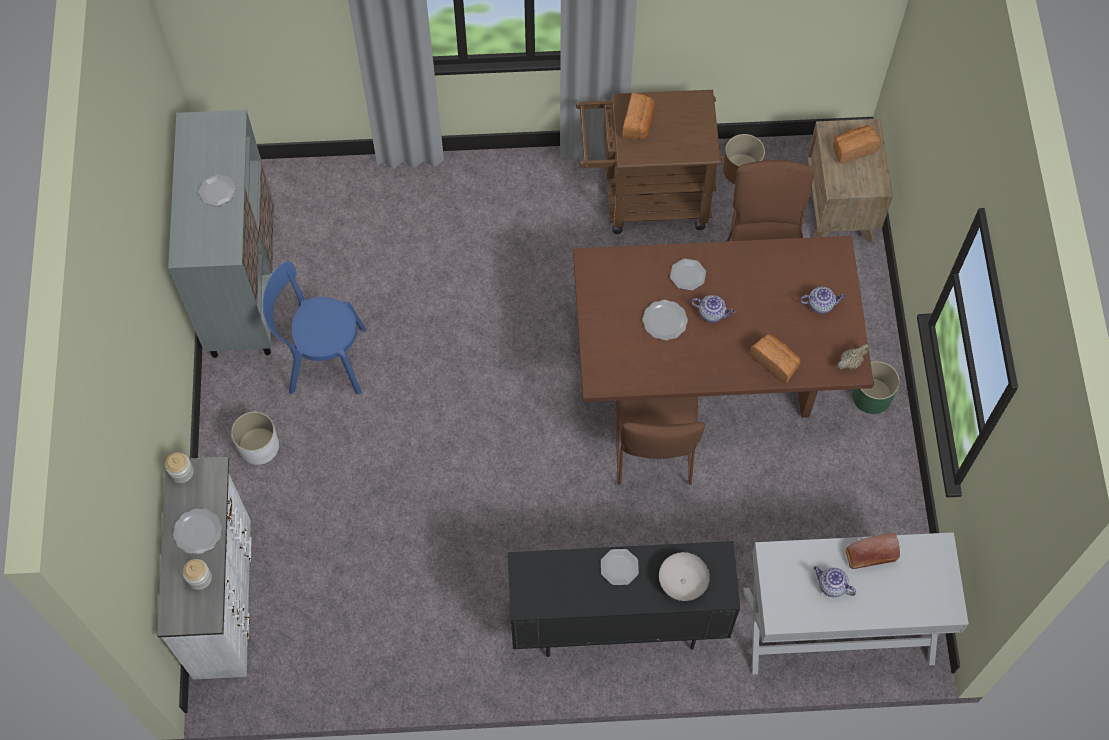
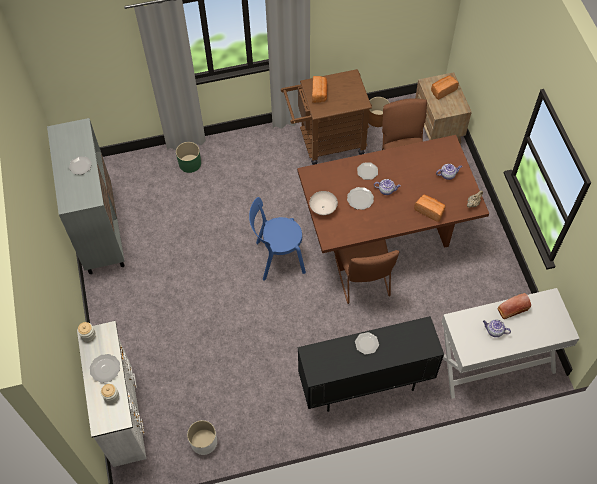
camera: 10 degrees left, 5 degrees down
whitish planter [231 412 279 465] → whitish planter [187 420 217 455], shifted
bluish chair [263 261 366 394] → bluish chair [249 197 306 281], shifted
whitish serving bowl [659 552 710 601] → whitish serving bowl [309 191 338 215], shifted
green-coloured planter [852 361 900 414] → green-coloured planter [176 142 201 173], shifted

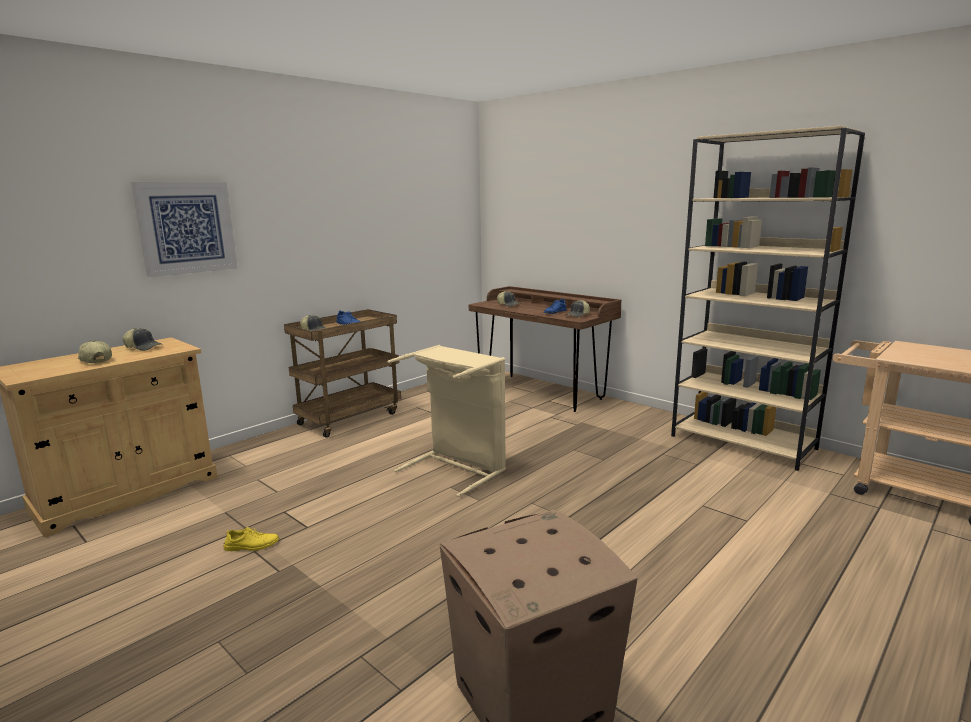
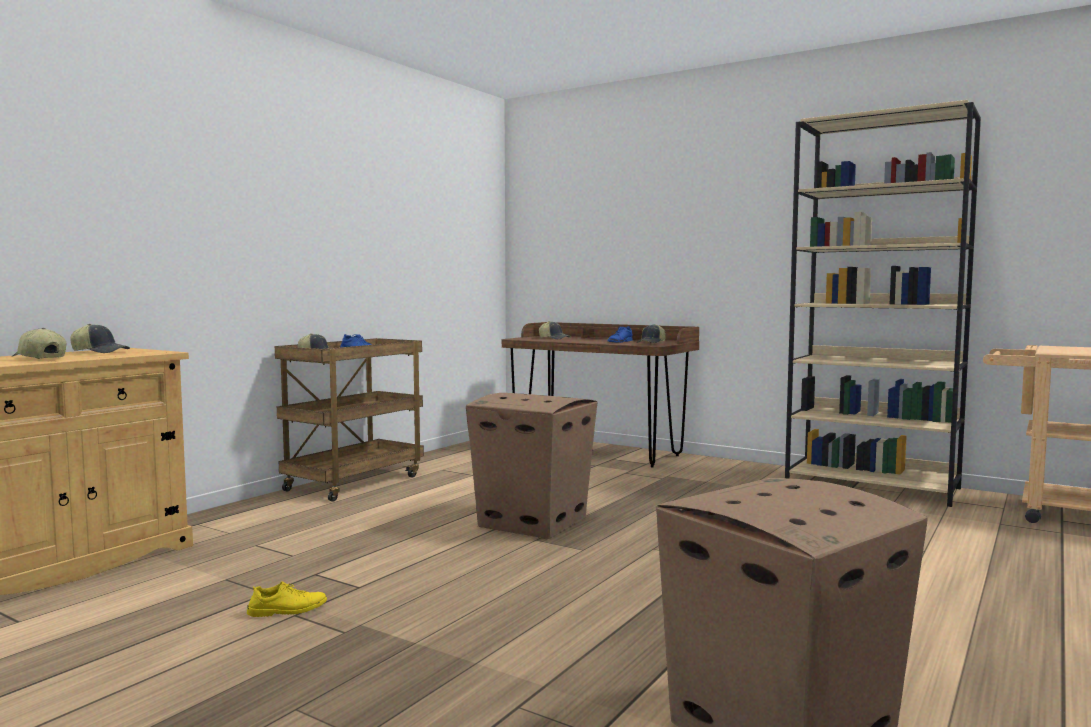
camera: 10 degrees left, 10 degrees down
wall art [131 182 237 277] → -
beige-coloured laundry basket [388 345 506 497] → cardboard box [466 393 598 539]

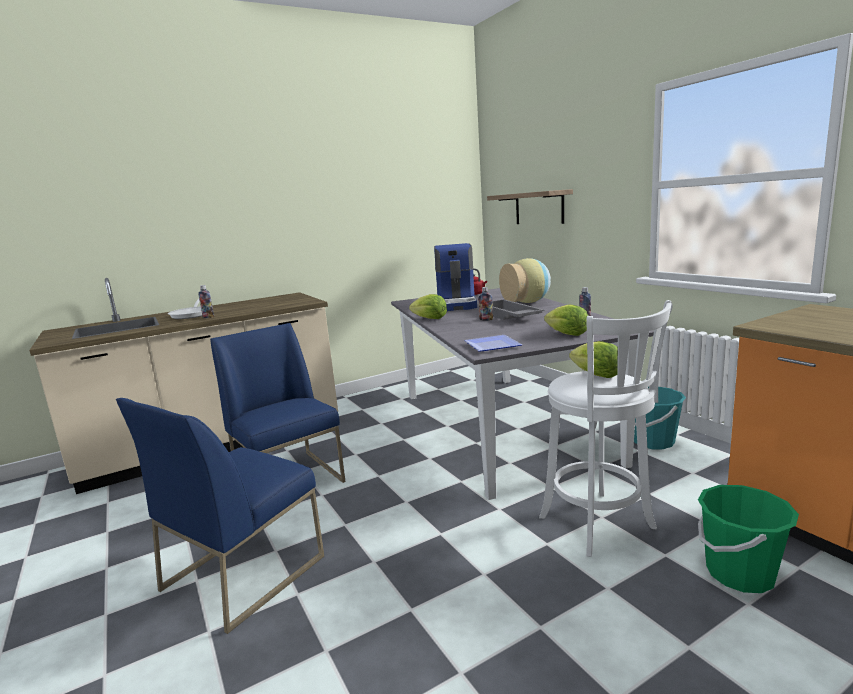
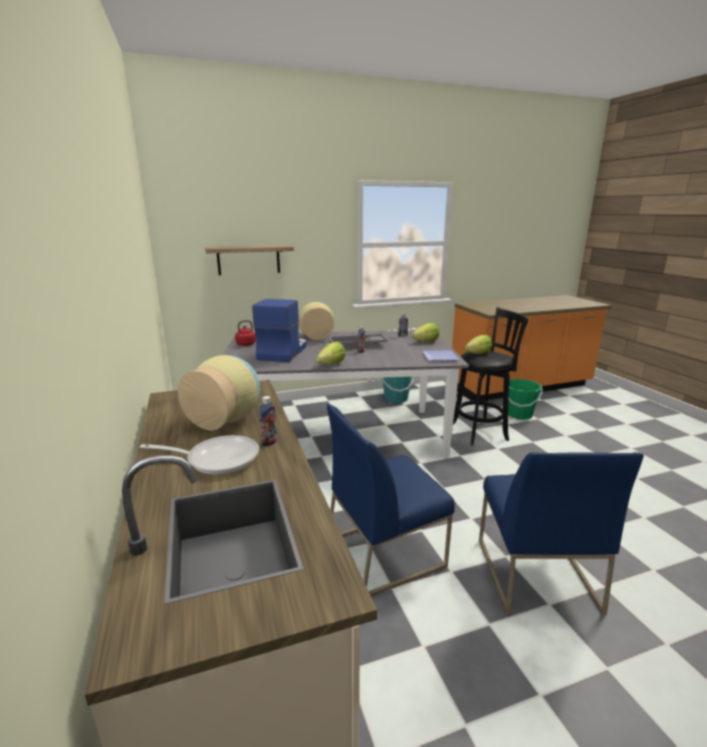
camera: 80 degrees left, 5 degrees up
bluish chair [116 398 324 634] → bluish chair [479 452 644 615], 45 degrees clockwise
coffee brewer [434 243 477 311] → coffee brewer [252 299 307 362], 90 degrees counterclockwise
whitish stool [539 300 673 557] → black-coloured stool [453 307 528 446]
- → decorative vase [177 355 260 430]

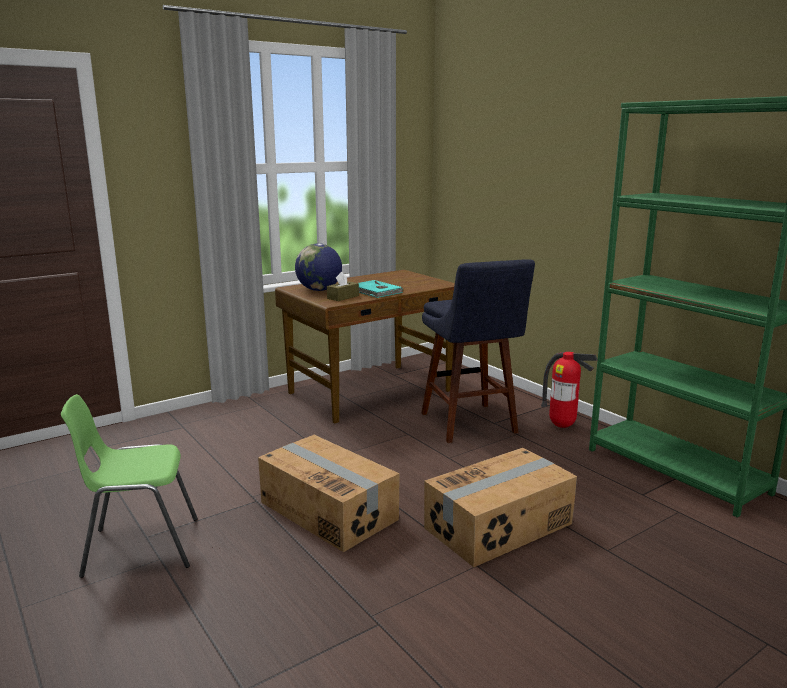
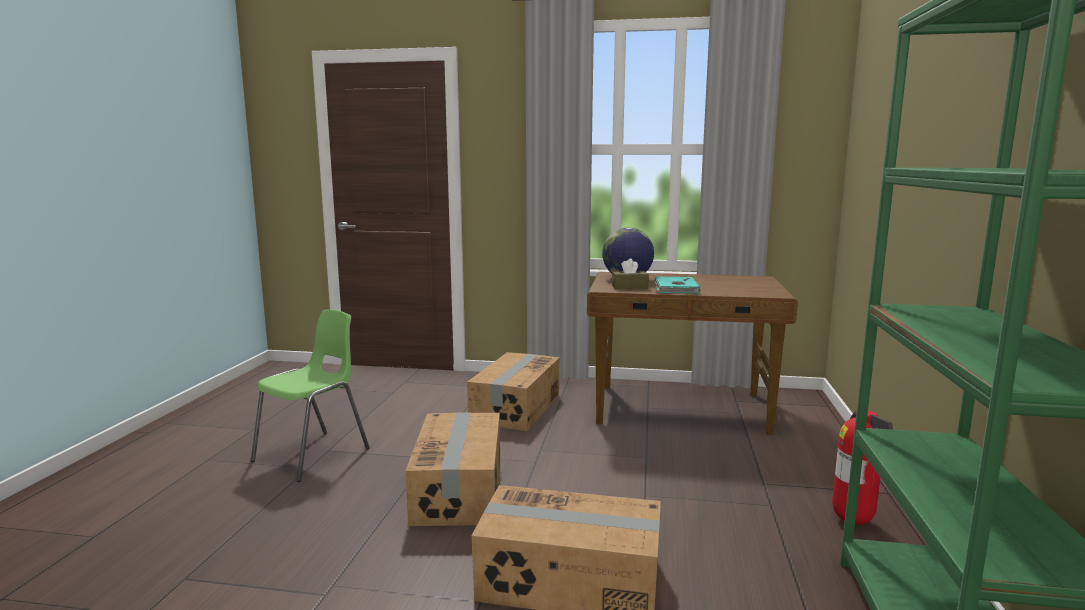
camera: 45 degrees right, 5 degrees down
green-coloured chair [61 394 198 578] → green-coloured chair [251 309 370 482], 90 degrees clockwise
bluish stool [421 259 535 443] → -
- → cardboard box [467 352 559 431]

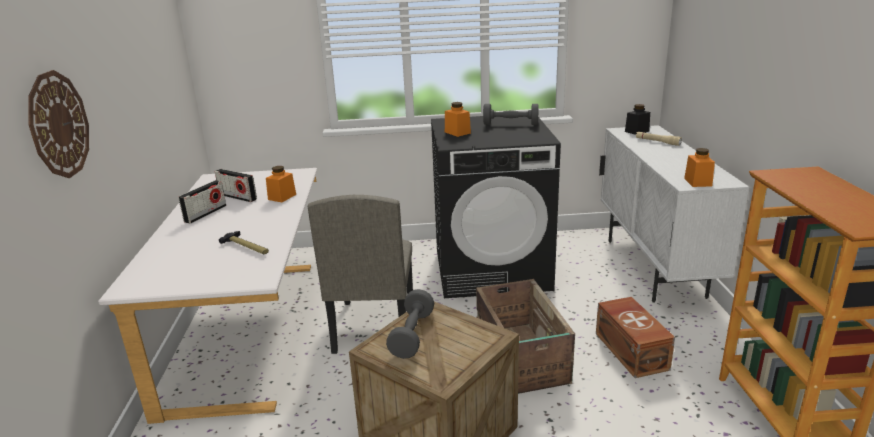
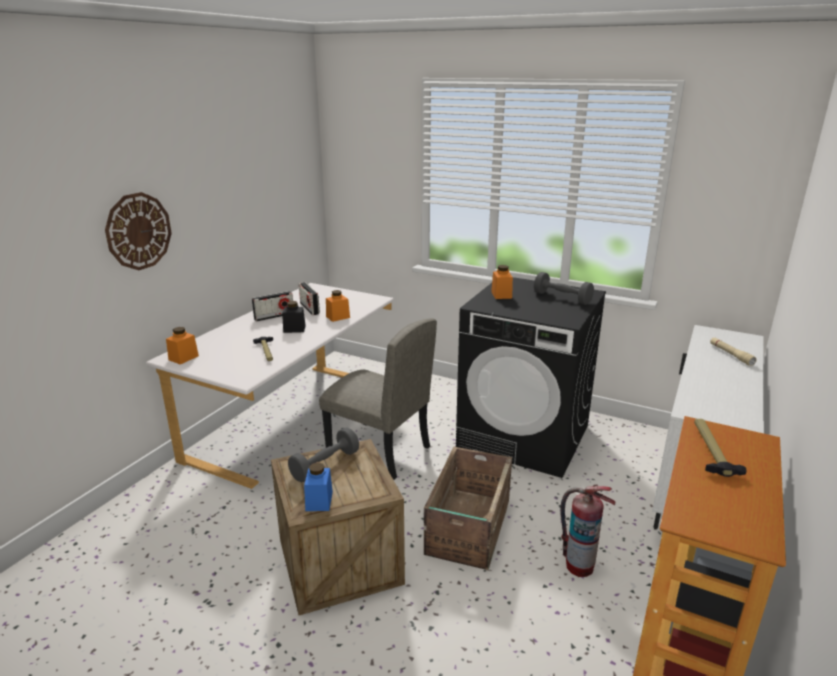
camera: 30 degrees right, 0 degrees up
beige-coloured chair [308 195 413 354] → beige-coloured chair [319 318 437 480], 90 degrees counterclockwise
brown storage container [596 297 675 378] → fire extinguisher [560 485 616 577]
black-coloured preserve jar [625 104 650 135] → black-coloured preserve jar [282 301 306 333], shifted
orange preserve jar [684 148 715 187] → orange preserve jar [166 327 199 364], shifted
- → bluish preserve jar [304 462 333 511]
- → tool hammer [694 419 746 477]

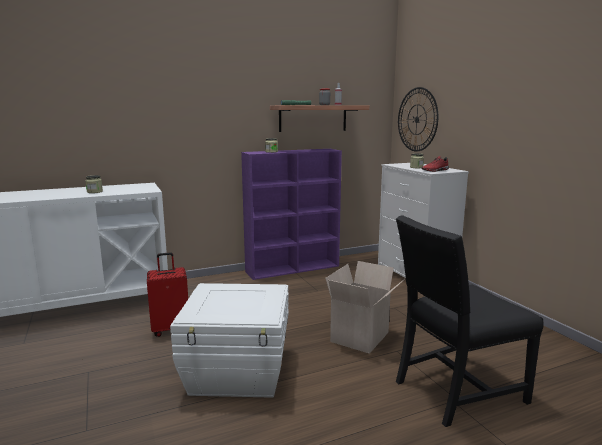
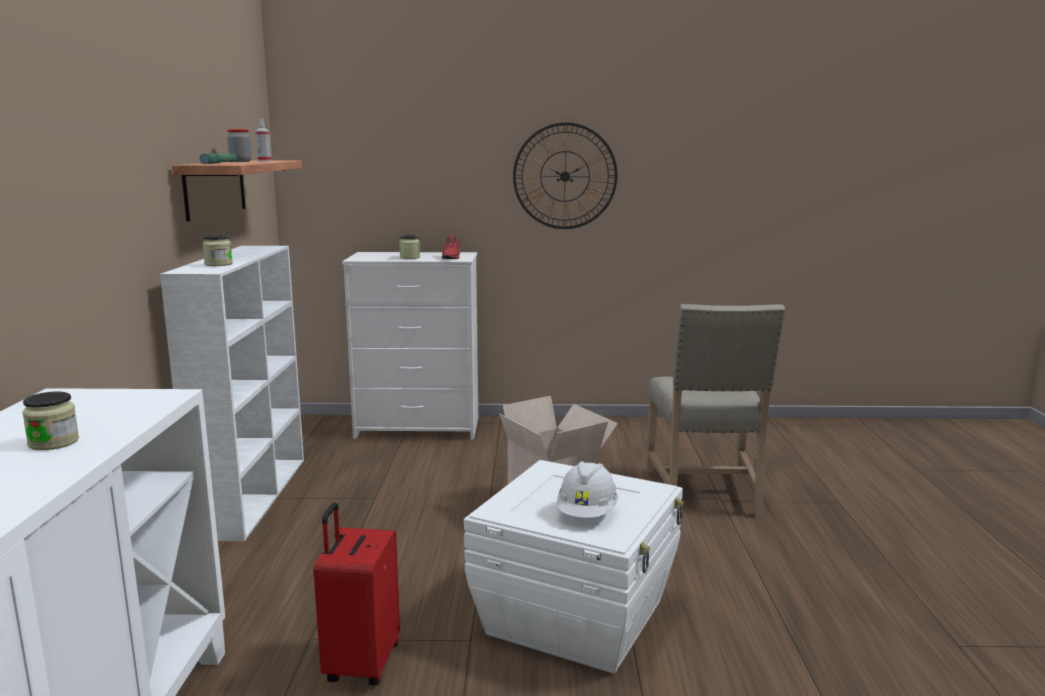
camera: 65 degrees left, 0 degrees up
purple-coloured bookshelf [241 149 342 280] → whitish bookshelf [160 246 304 541]
black-coloured chair [396 215 544 427] → beige-coloured chair [646 304 785 518]
wall clock [398 87 438 151] → wall clock [513 122 617 229], shifted
- → whitish hard hat [557 461 618 518]

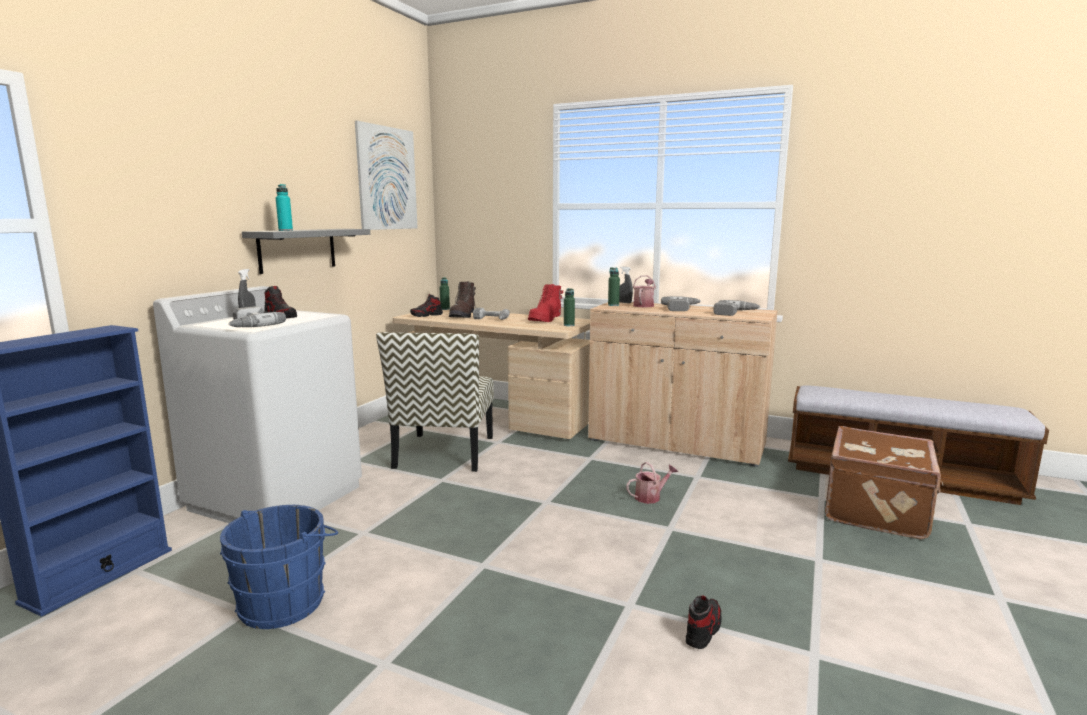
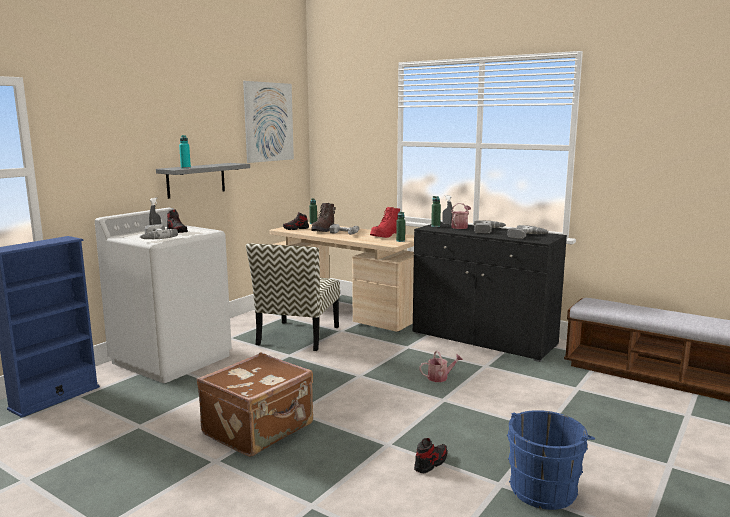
camera: 10 degrees right, 0 degrees up
bluish pail [220 505 338 629] → bluish pail [507 410 595 510], shifted
beige-coloured cupboard [588 302 778 467] → black-coloured cupboard [413 222 567 362]
brown piece of luggage [825 426 943 540] → brown piece of luggage [197 352 313 457], shifted

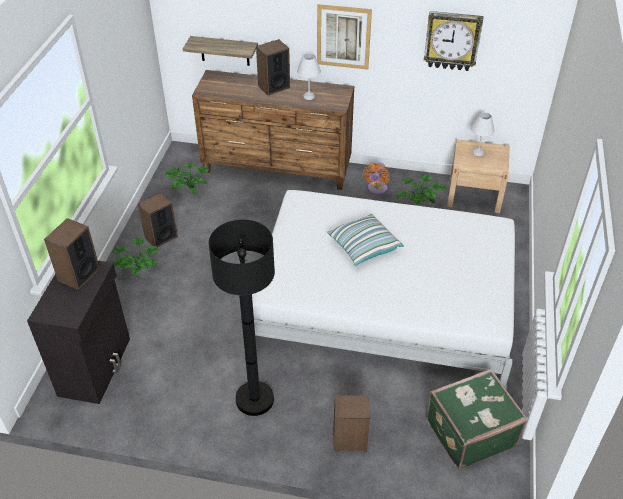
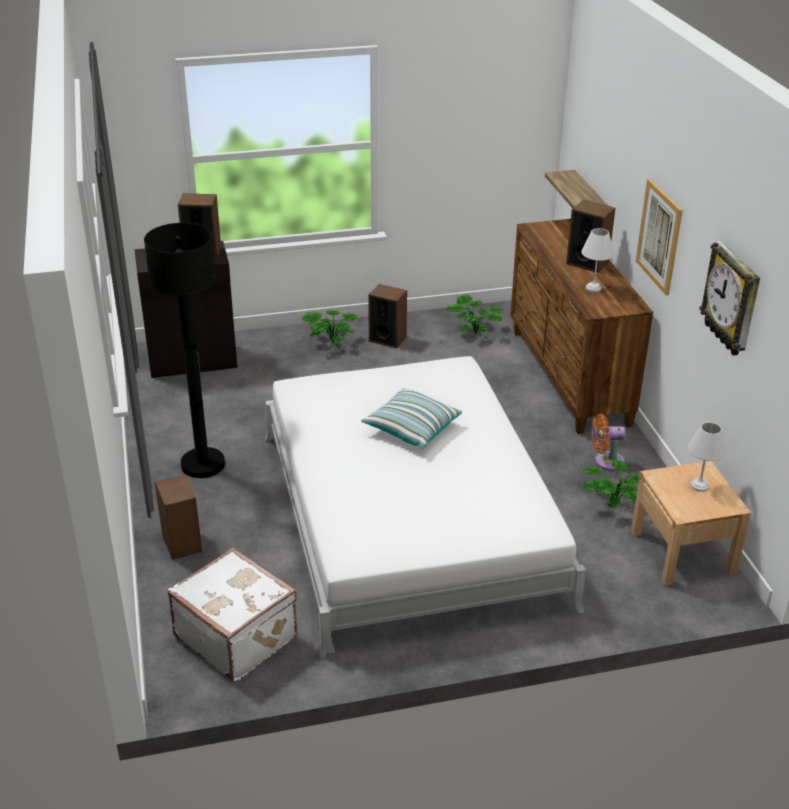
camera: 65 degrees right, 10 degrees down
green-coloured piece of luggage [426 369 528 469] → whitish piece of luggage [168 548 297 682]

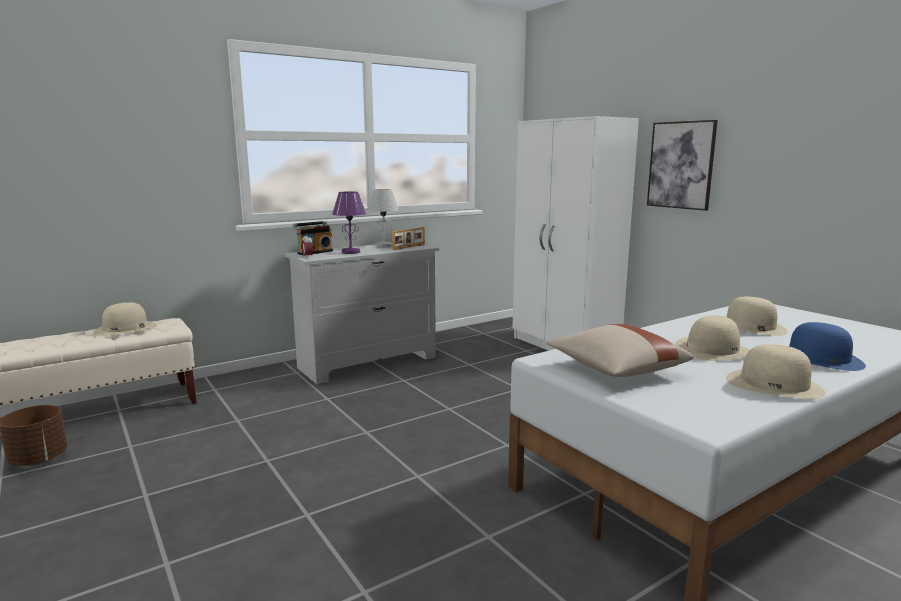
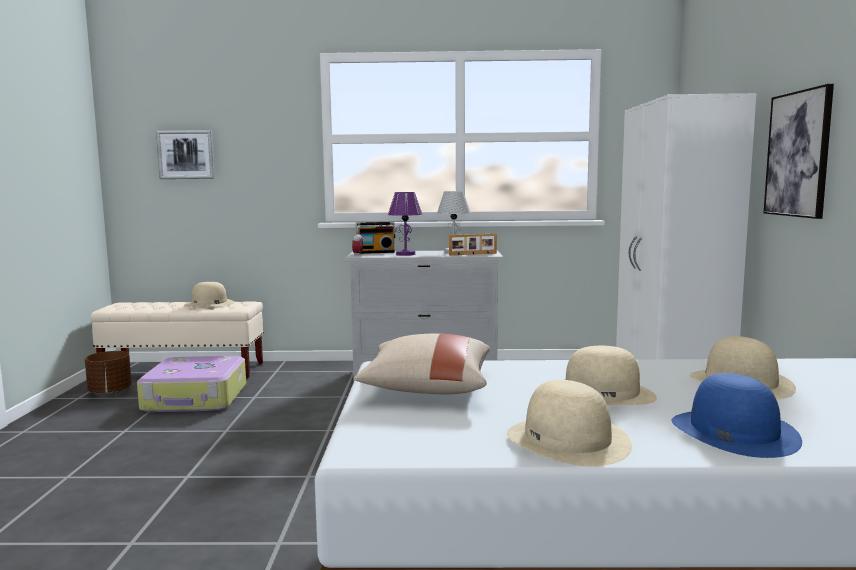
camera: 35 degrees right, 5 degrees down
- → piece of luggage [137 356 246 412]
- → wall art [156 130 215 179]

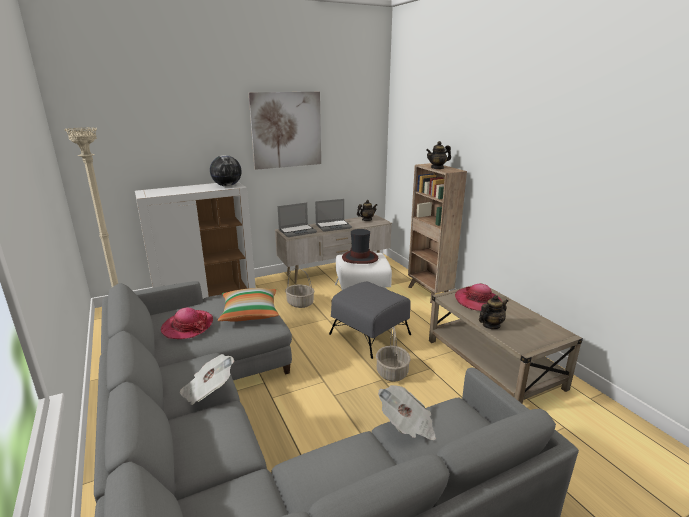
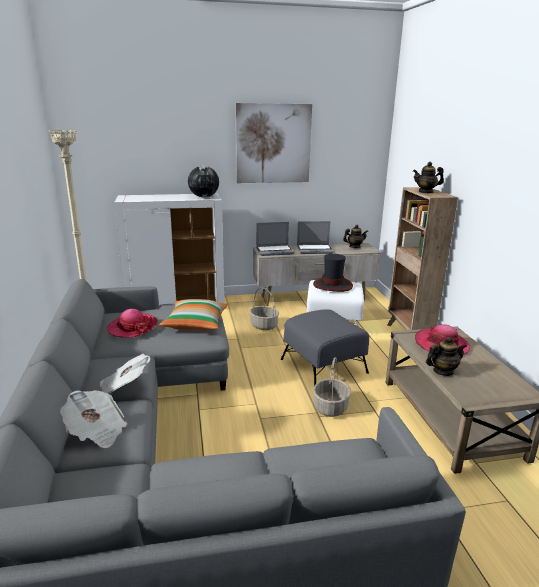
camera: 15 degrees right, 0 degrees up
daily paper [378 385 436 440] → daily paper [60 390 127 448], shifted

